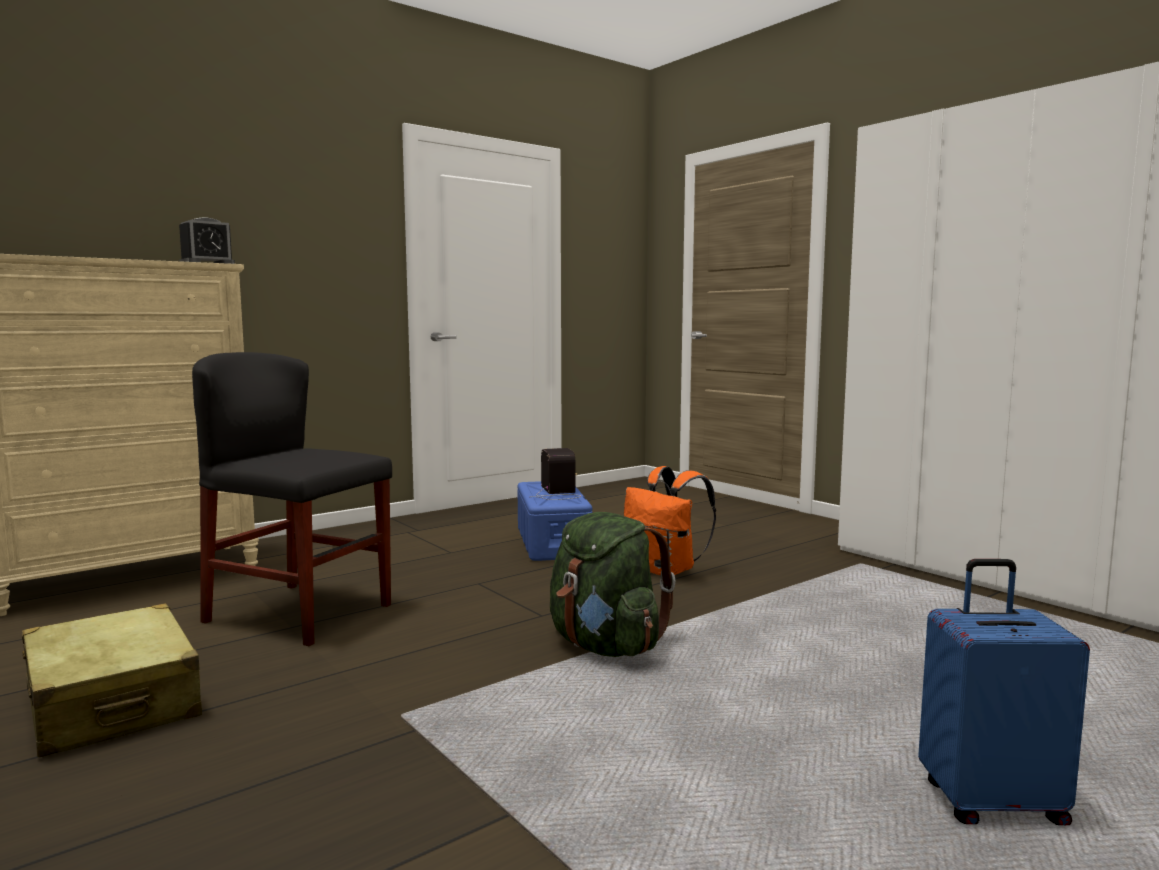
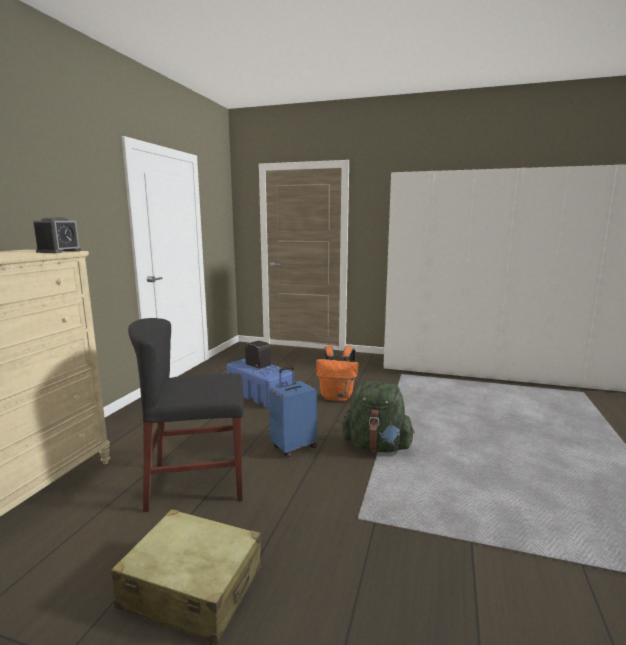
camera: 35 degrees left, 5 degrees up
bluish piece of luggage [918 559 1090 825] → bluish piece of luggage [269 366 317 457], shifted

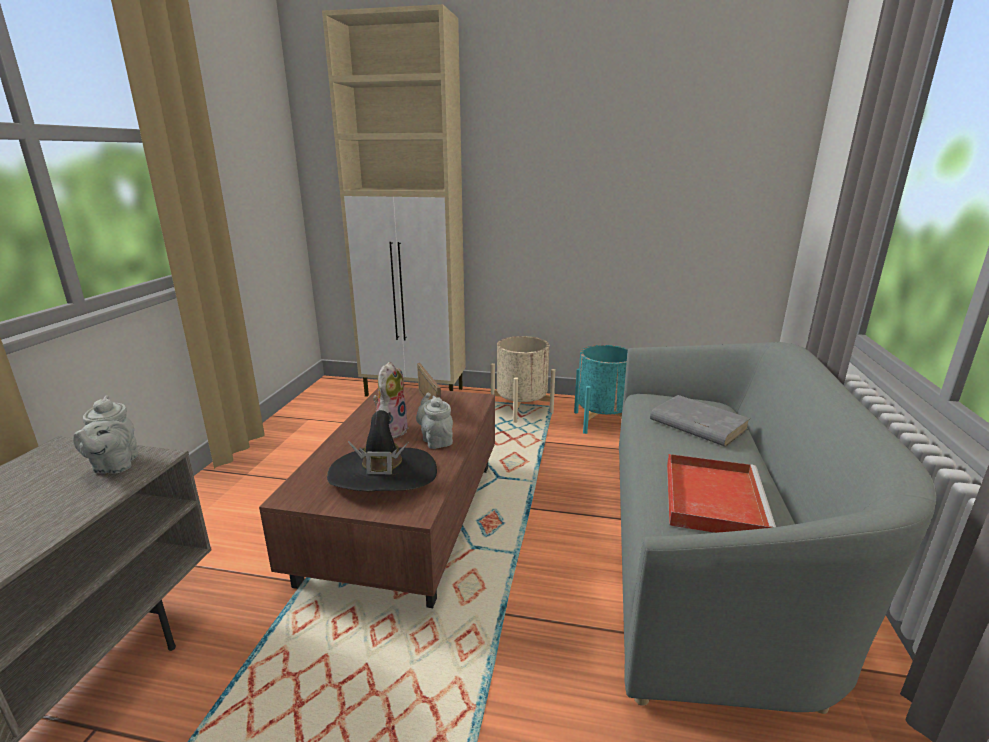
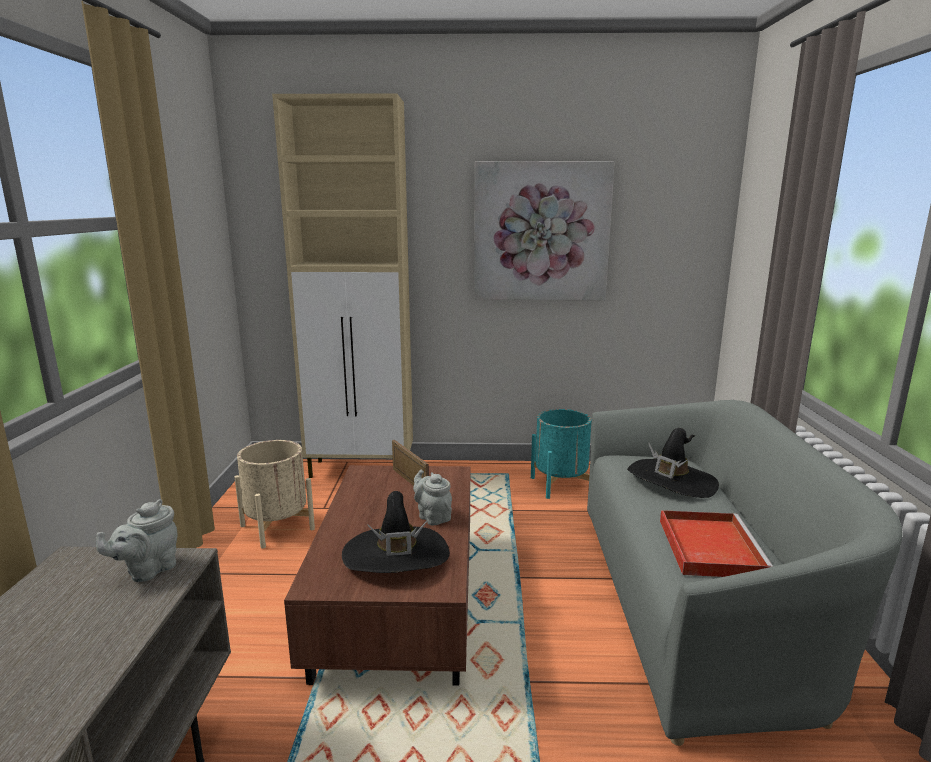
camera: 10 degrees left, 5 degrees down
gray teapot [73 396 138 474] → gray teapot [96 499 177 582], 60 degrees clockwise
soft toy [373 362 409 439] → -
beige-coloured planter [491 336 555 423] → beige-coloured planter [235 440 315 549], shifted
gray volume [650 395 751 447] → black-coloured hat [627 428 719 498]
- → wall art [474 161 615 300]

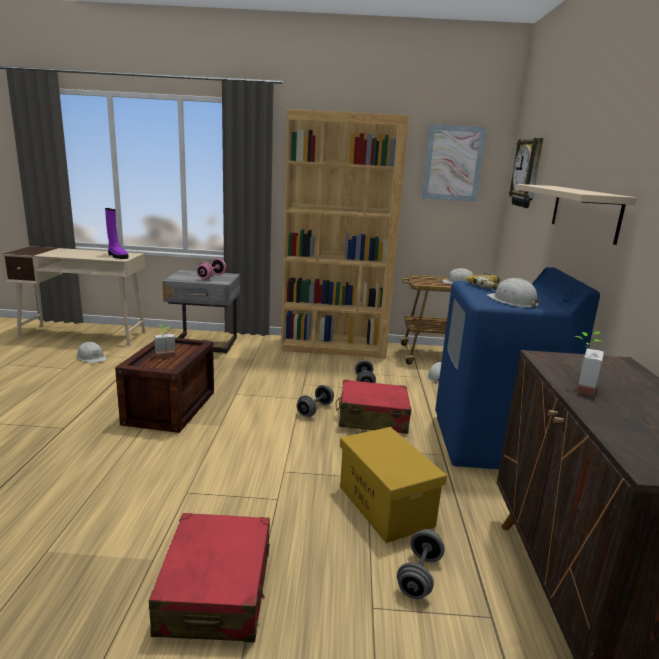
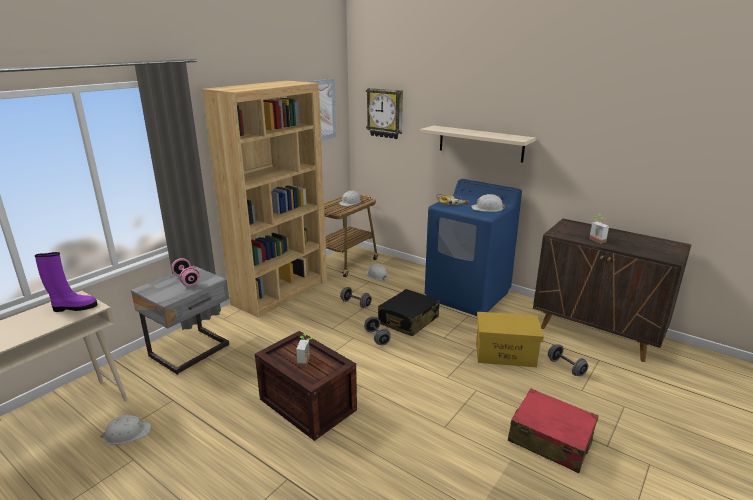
camera: 55 degrees left, 5 degrees up
reddish piece of luggage [336 379 411 434] → black-coloured piece of luggage [378 289 440 336]

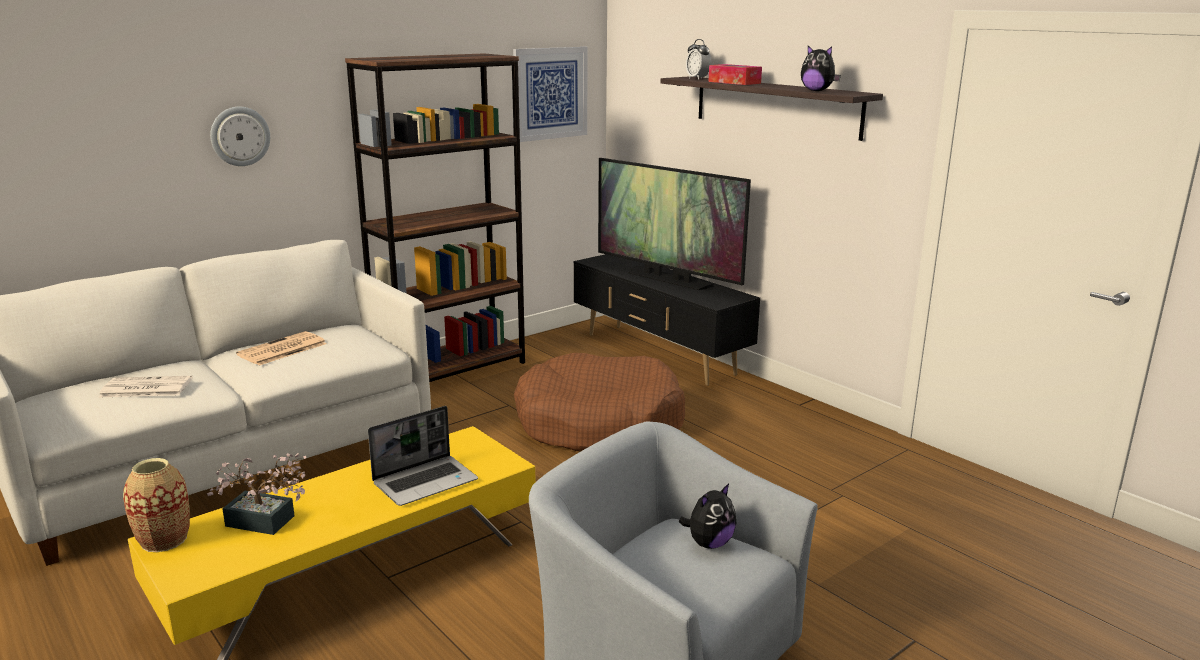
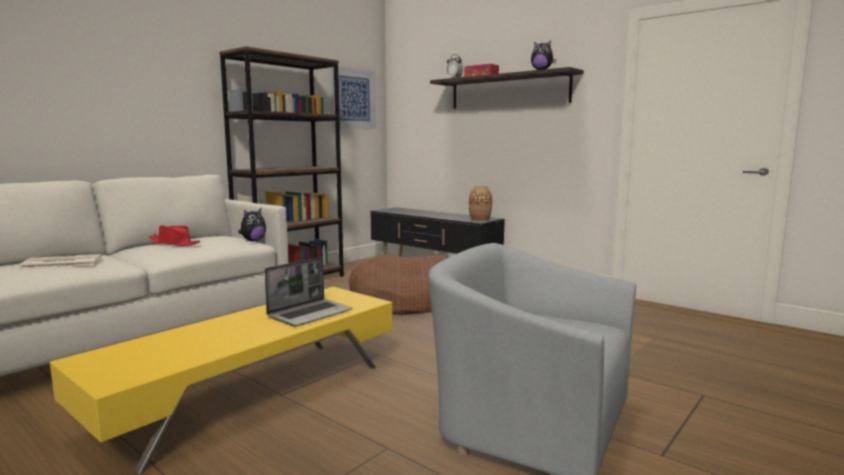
camera: 10 degrees left, 10 degrees down
decorative vase [123 458 190 552] → decorative vase [469 185 492 222], shifted
potted plant [207 453 307 535] → -
wall clock [210 107 270 166] → -
daily paper [236 331 327 366] → reddish hat [149 225 200 246]
TV set [598 158 751 290] → -
soft toy [679 483 737 549] → soft toy [238 209 266 241], shifted

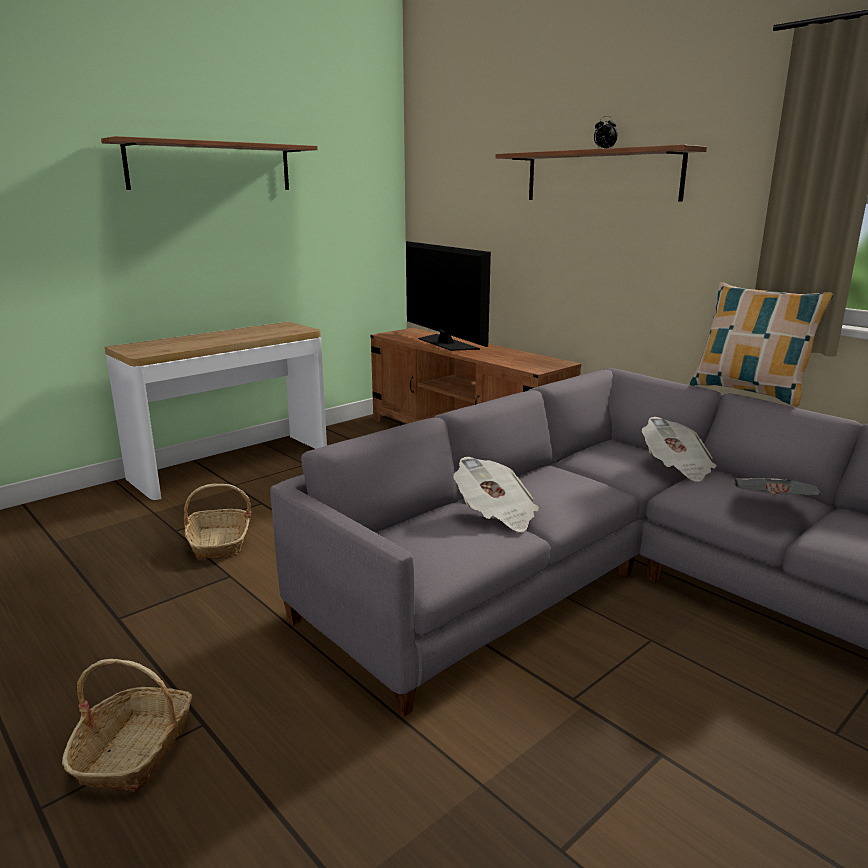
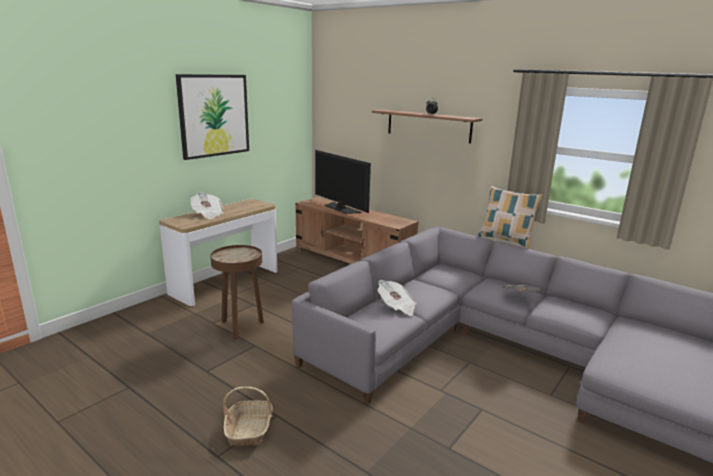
camera: 10 degrees left, 0 degrees up
shelf [101 136 318 190] → wall art [176 74 249 160]
household basket [184 484 251 558] → brown end table [210 245 264 340]
daily paper [642 417 716 482] → daily paper [191 193 224 219], shifted

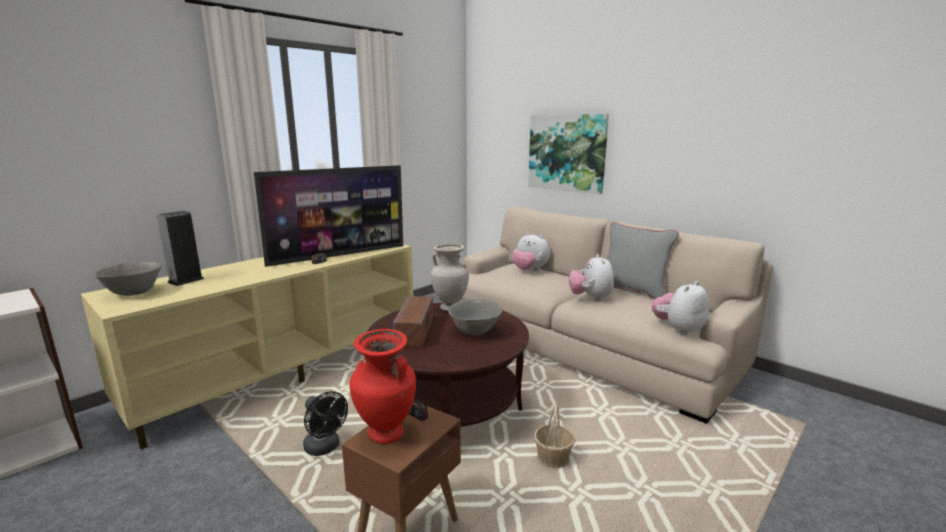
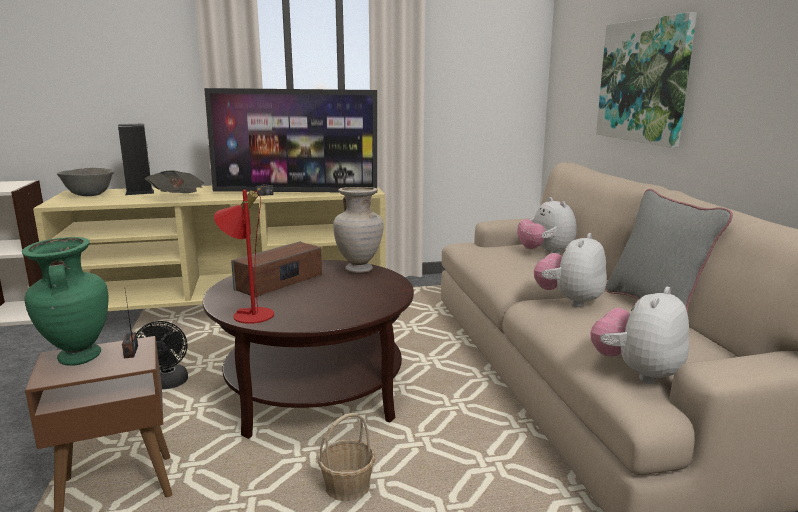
camera: 35 degrees right, 0 degrees up
reddish decorative vase [350 329 416 444] → green-coloured decorative vase [22 237 109 366]
gray serving bowl [448 299 502 335] → -
soft toy [652 281 709 335] → soft toy [591 287 689 384], 45 degrees counterclockwise
- → daily paper [145 170 204 193]
- → reddish tabletop lamp [214 190 274 324]

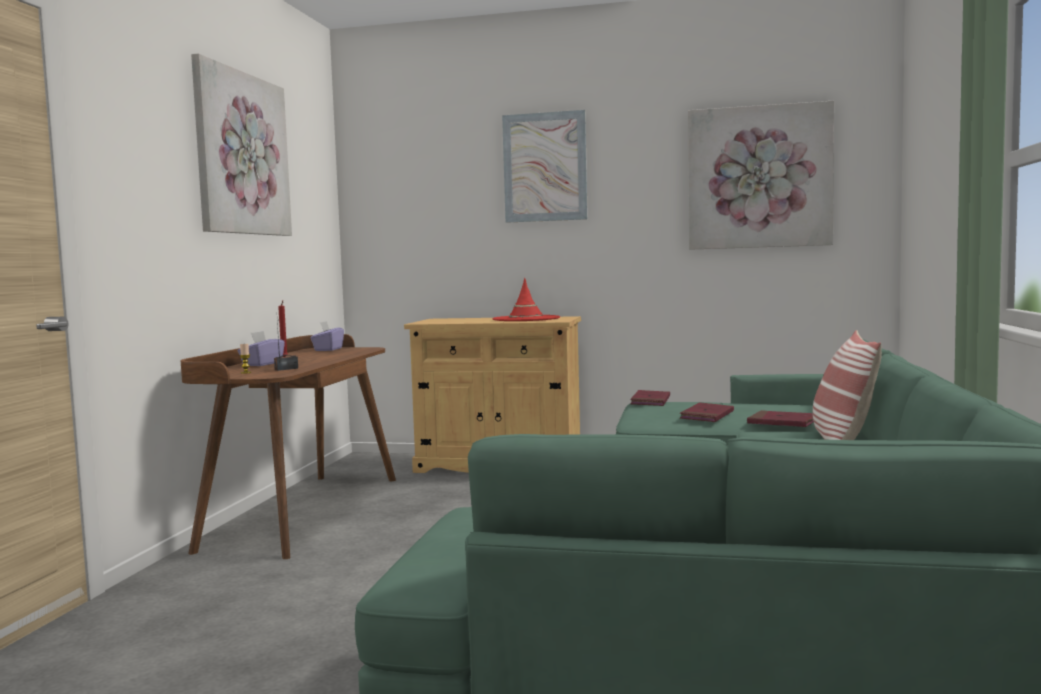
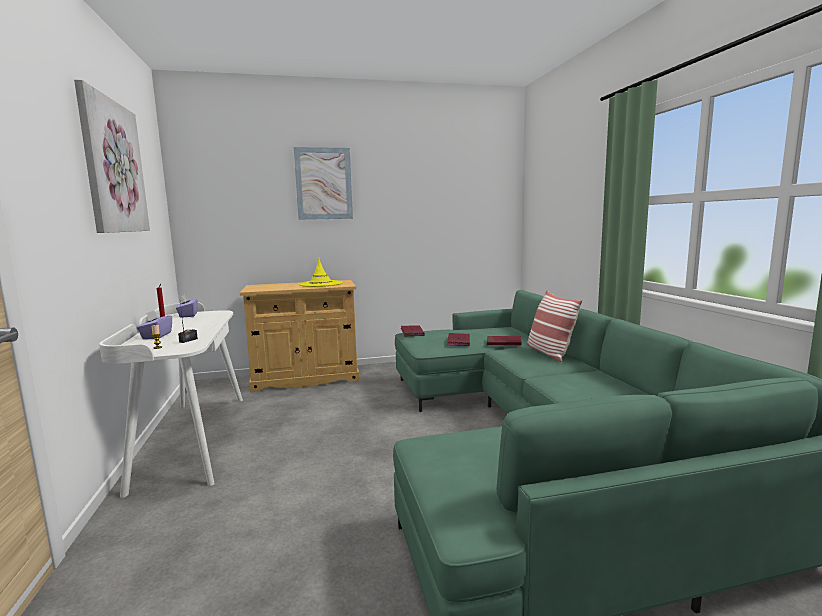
camera: 25 degrees left, 5 degrees up
brown desk unit [181 334 396 559] → whitish desk unit [99 302 243 498]
reddish hat [493 278 560 321] → yellow hat [299 258 343 287]
wall art [688 101 834 250] → -

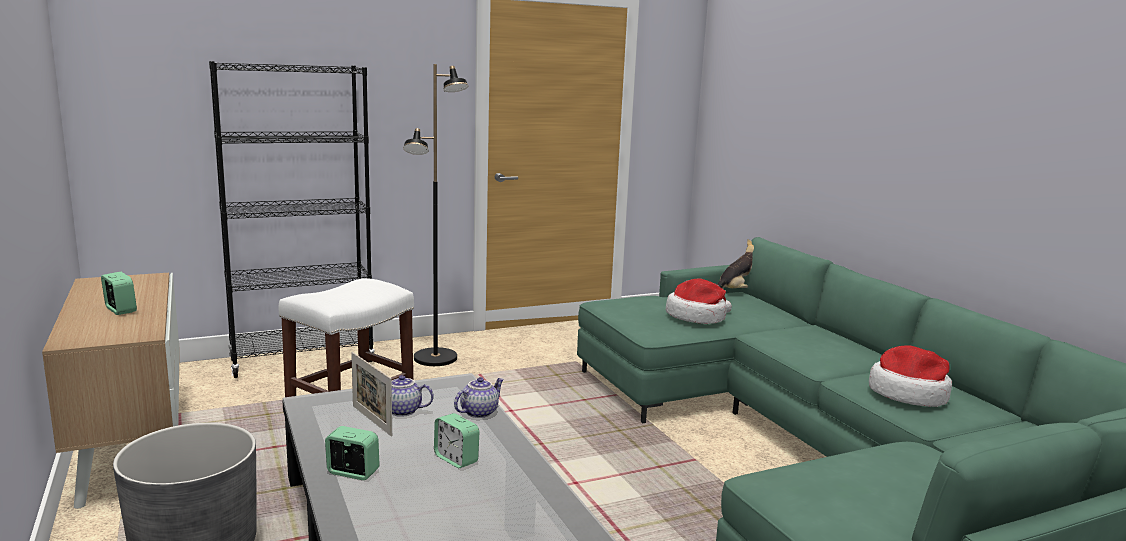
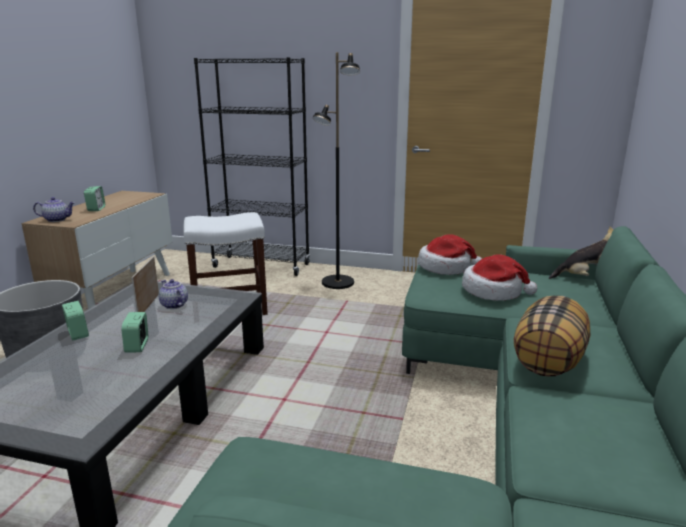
camera: 40 degrees right, 5 degrees up
teapot [454 377 504 418] → teapot [33 197 75 222], shifted
hat [869 345 952 407] → hat [418 234 482 275], shifted
- → cushion [514 295 590 376]

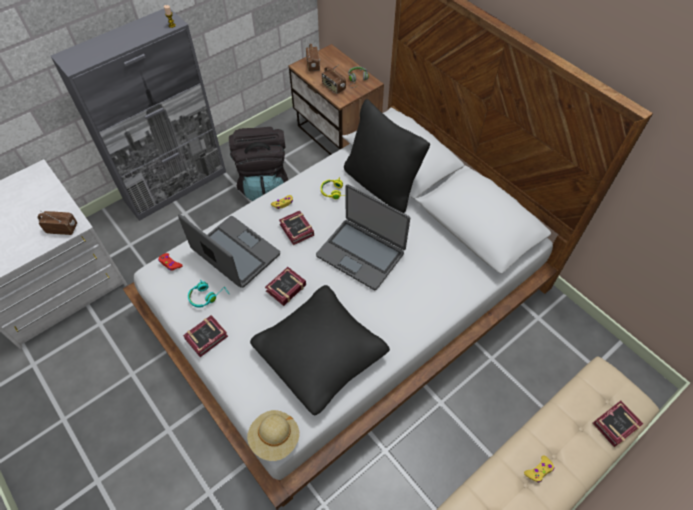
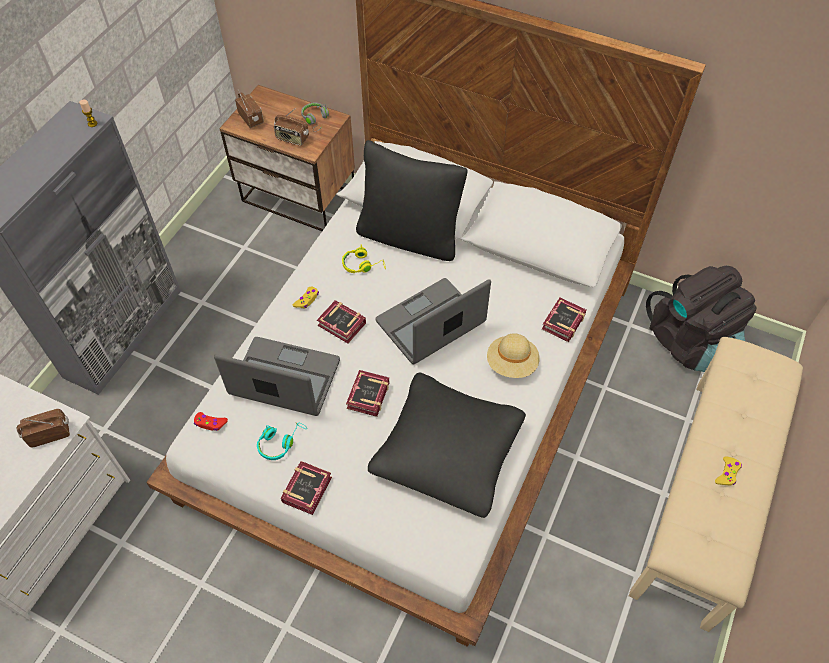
camera: 25 degrees left, 0 degrees up
black-coloured backpack [229 127 288 201] → black-coloured backpack [646 266 756 372], shifted
beige-coloured hat [247 410 299 461] → beige-coloured hat [487 333 539 378], shifted
laptop [316 184 410 290] → laptop [376 278 491 364], 135 degrees clockwise
volume [592 401 643 447] → volume [542 298 586 342], shifted

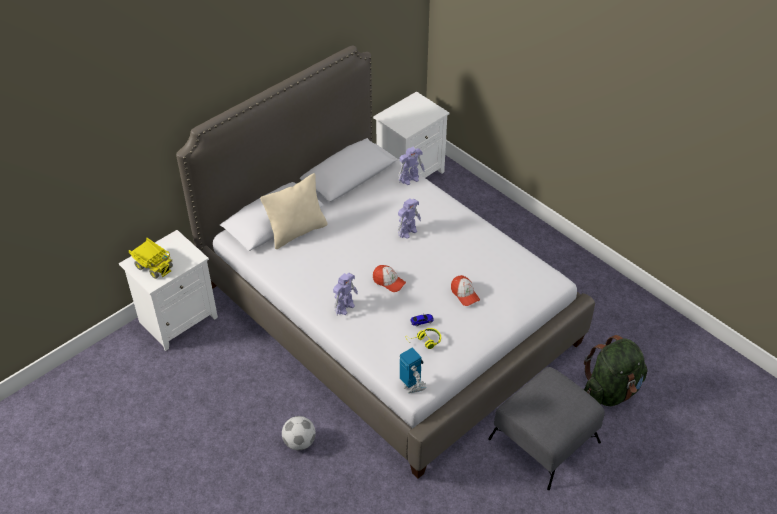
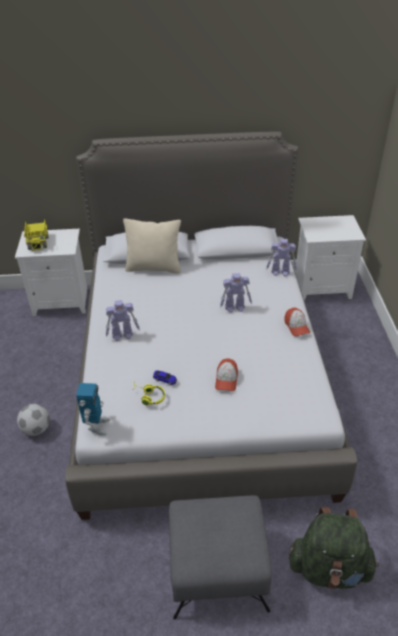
camera: 40 degrees right, 5 degrees down
baseball cap [373 265 406 292] → baseball cap [284 308 310 337], shifted

